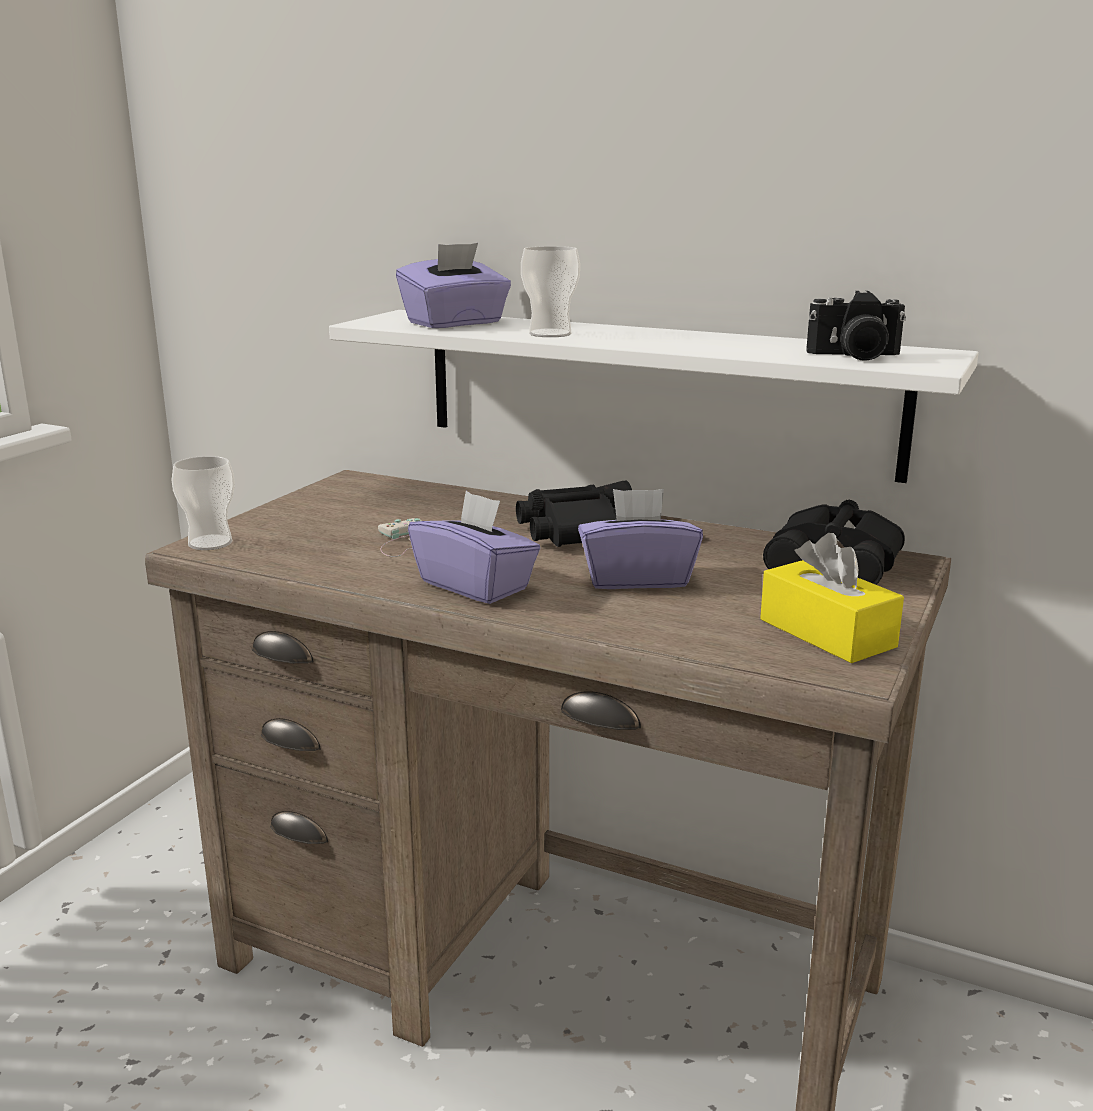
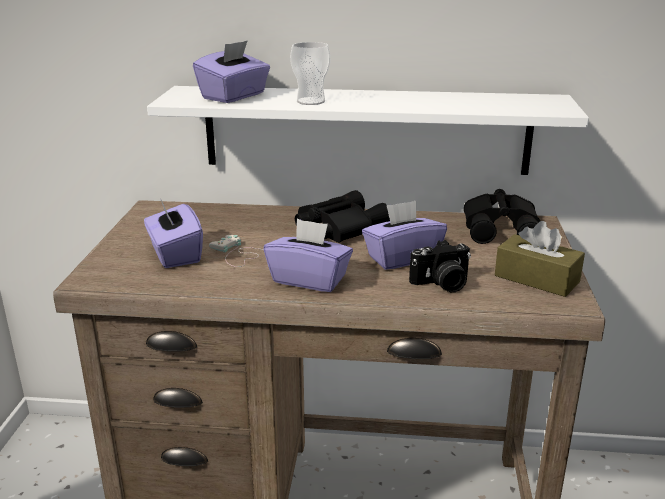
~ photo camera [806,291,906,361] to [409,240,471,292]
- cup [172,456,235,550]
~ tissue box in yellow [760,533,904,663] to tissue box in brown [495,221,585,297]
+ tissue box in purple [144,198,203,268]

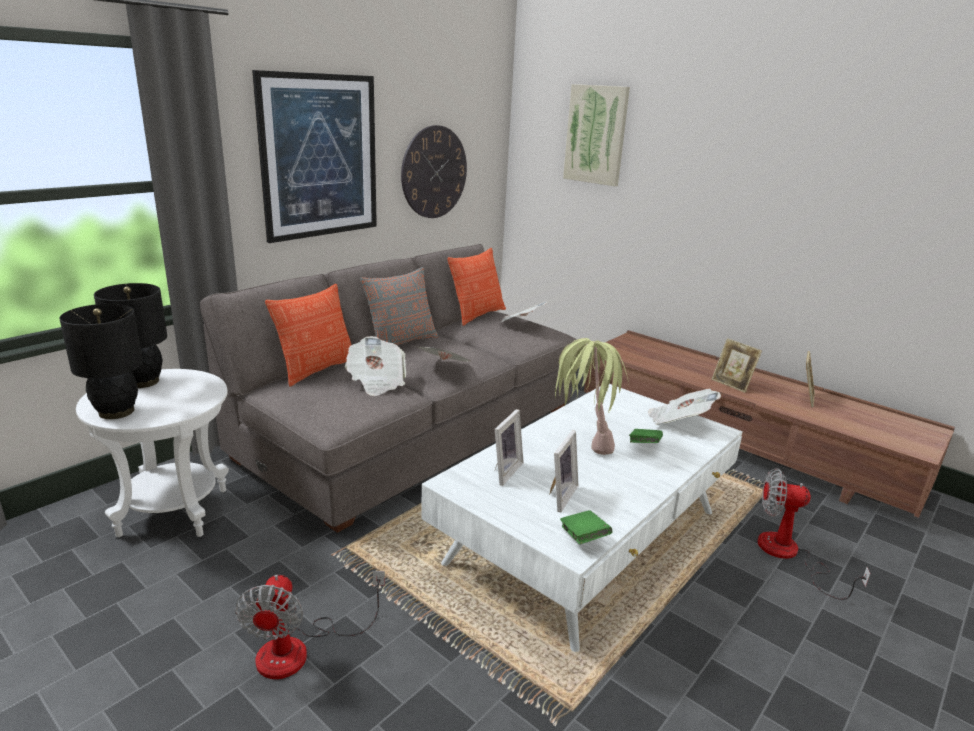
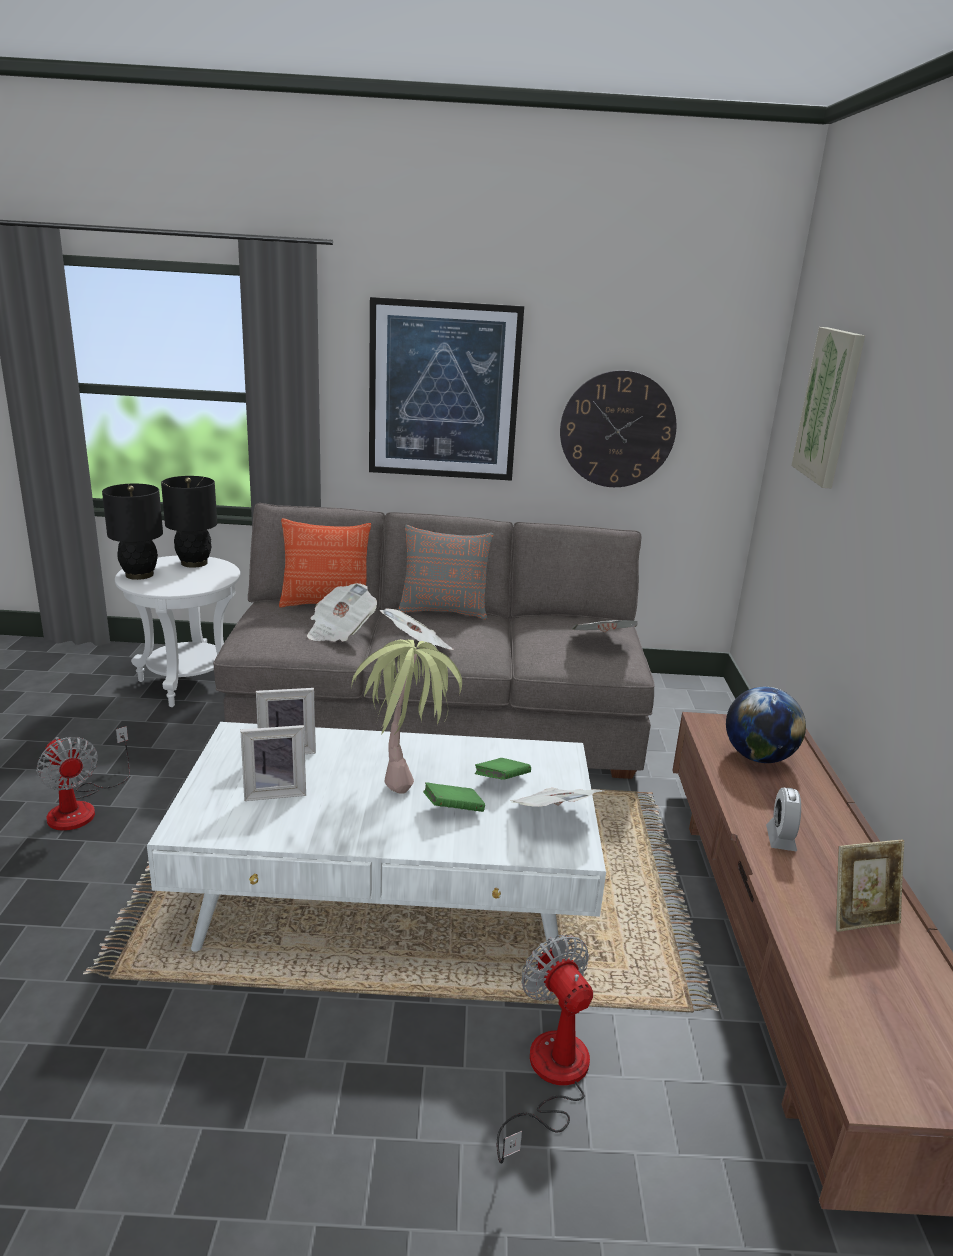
- pillow in orange [447,248,506,326]
~ picture frame [711,338,762,393] to alarm clock [766,787,801,851]
~ book in green [560,510,613,544] to [475,758,531,780]
~ fan [235,571,385,679] = [36,726,130,831] 90 degrees counterclockwise
+ globe [726,687,806,763]

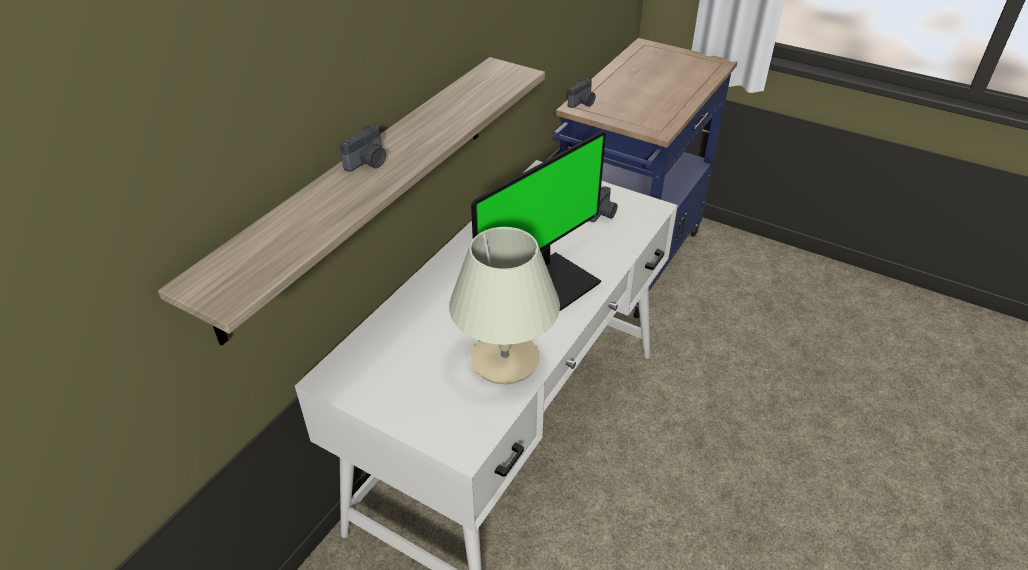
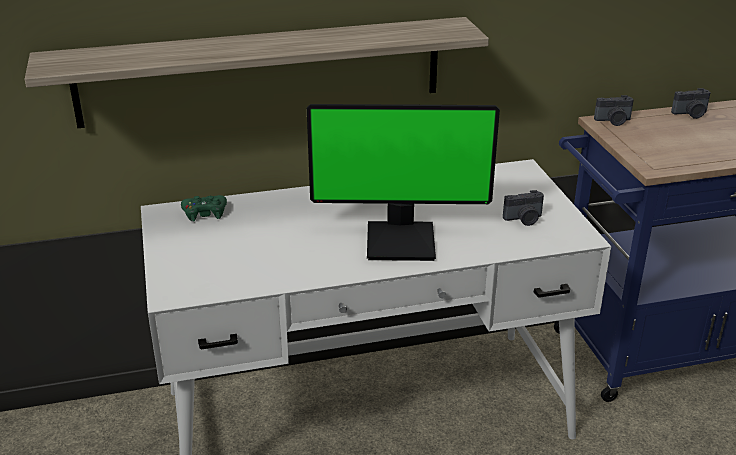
~ photo camera [340,124,386,172] to [671,88,711,119]
- table lamp in beige [449,227,560,384]
+ game controller in green [181,195,227,222]

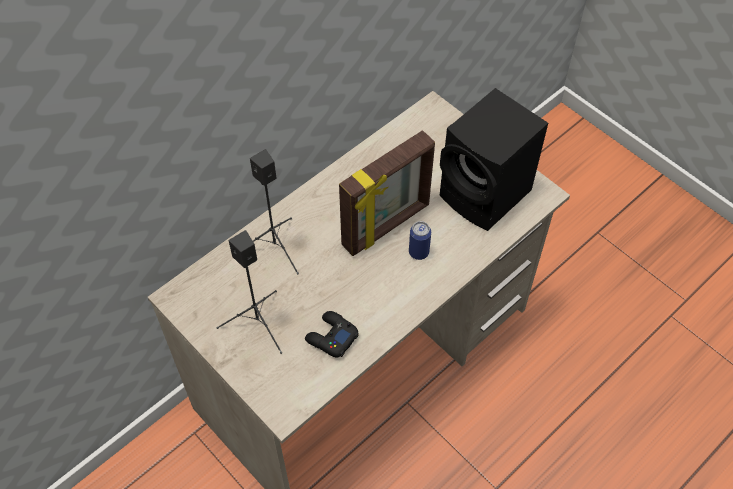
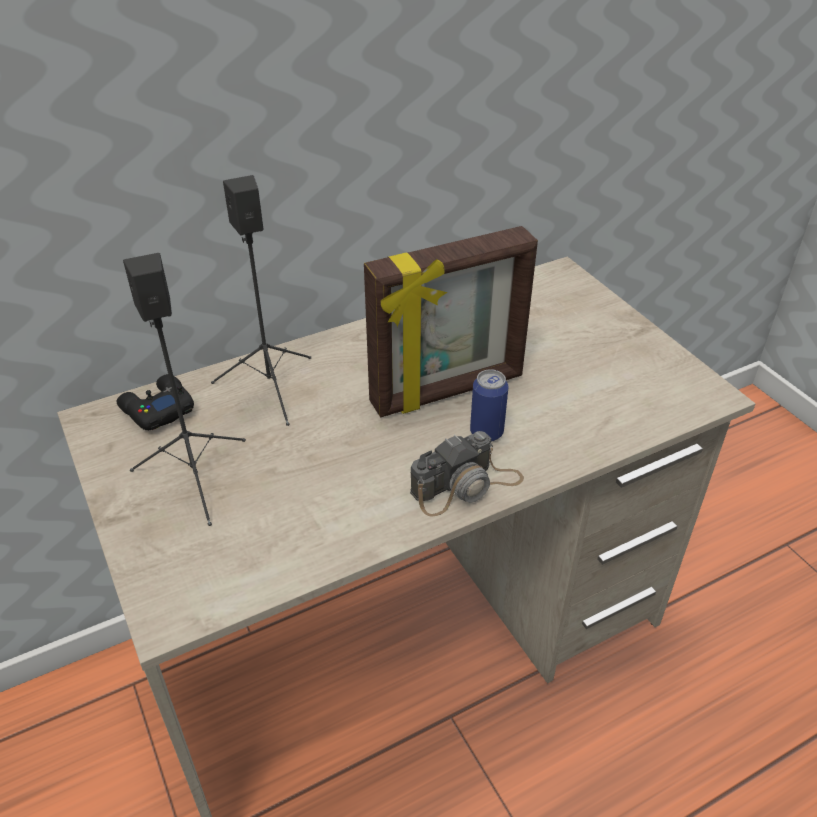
- speaker in black [440,88,548,231]
~ game controller in black [305,311,359,357] to [117,374,194,430]
+ photo camera [410,431,524,517]

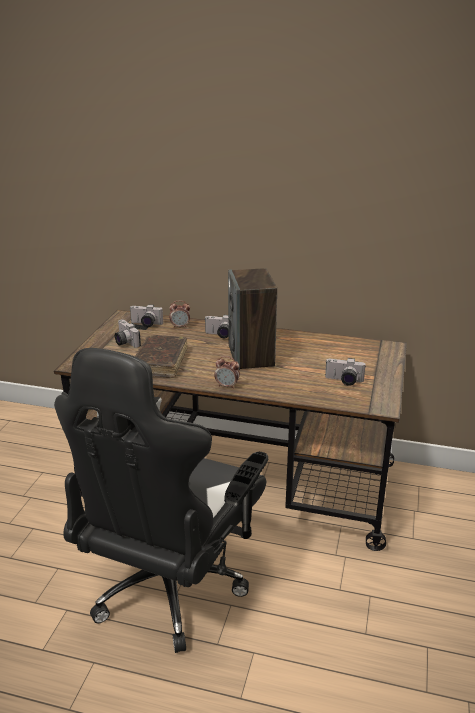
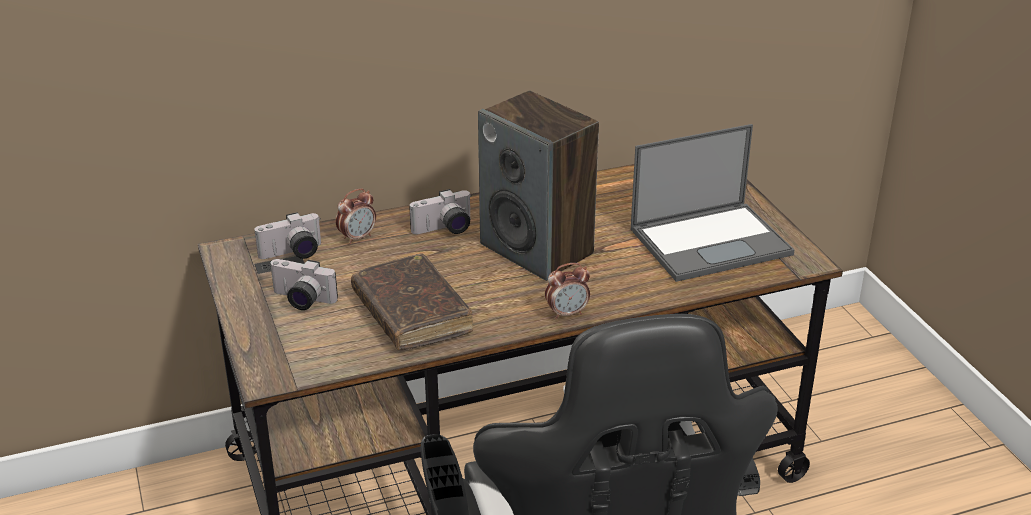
~ photo camera [325,358,366,386] to laptop [631,124,794,282]

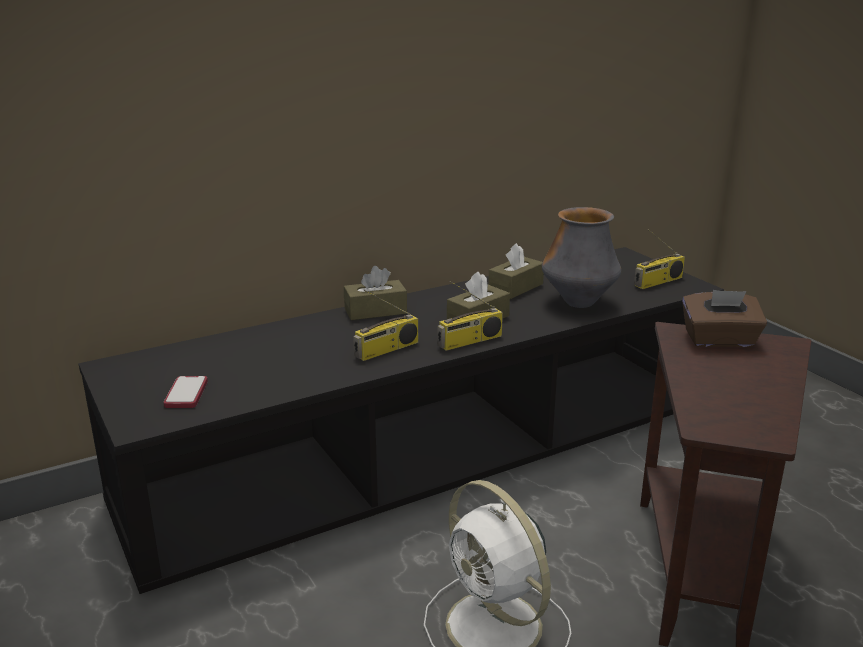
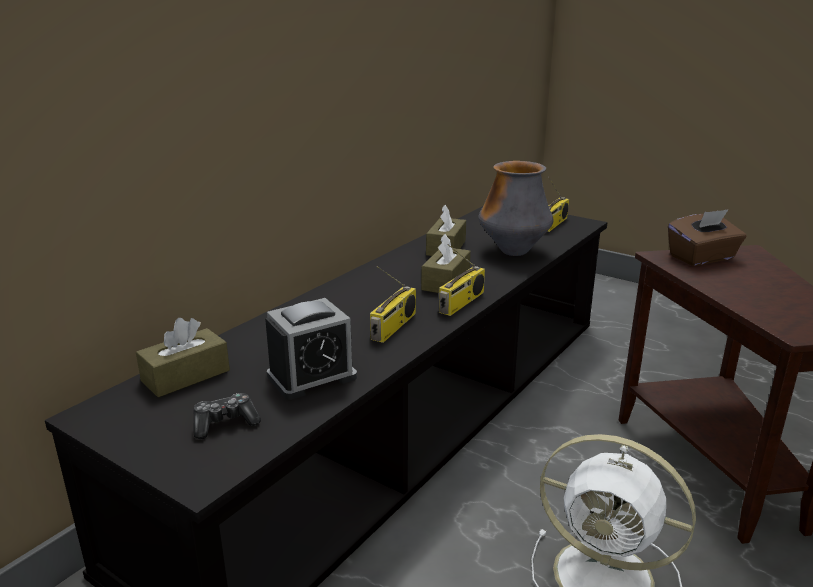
~ tissue box in brown [344,266,407,320] to [136,318,230,397]
~ phone [164,376,208,408] to game controller [193,393,261,439]
+ alarm clock [265,298,357,400]

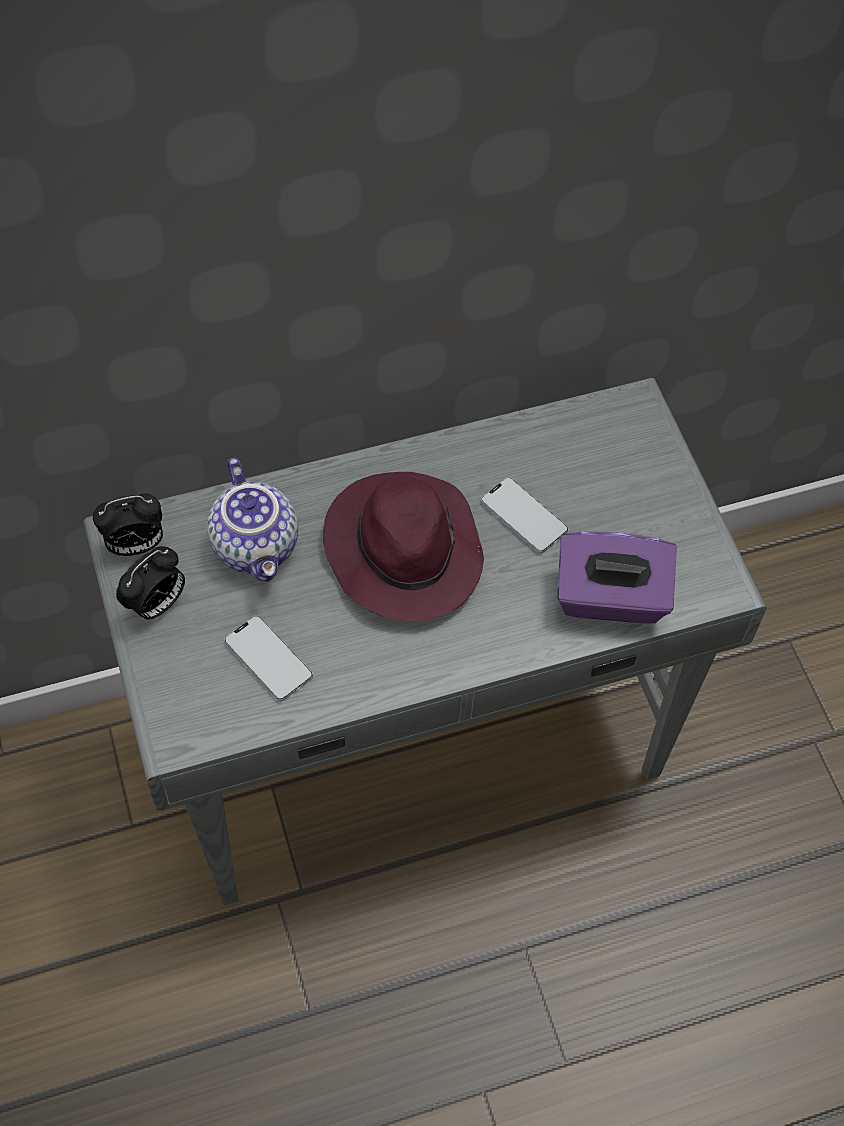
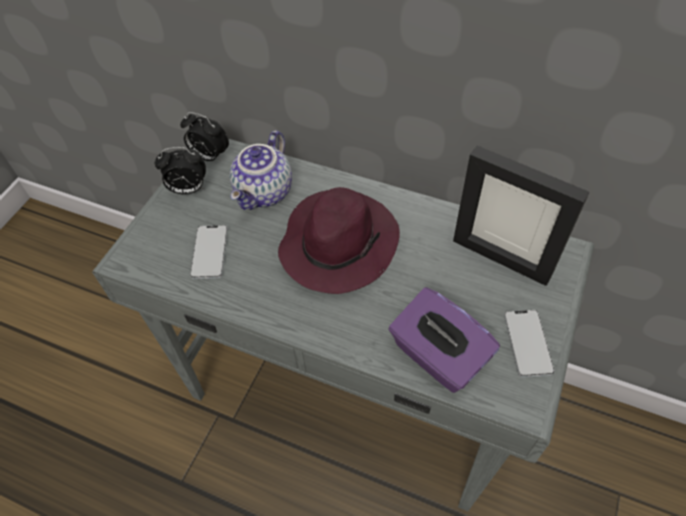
~ phone [481,477,568,554] to [504,310,555,377]
+ picture frame [453,146,590,286]

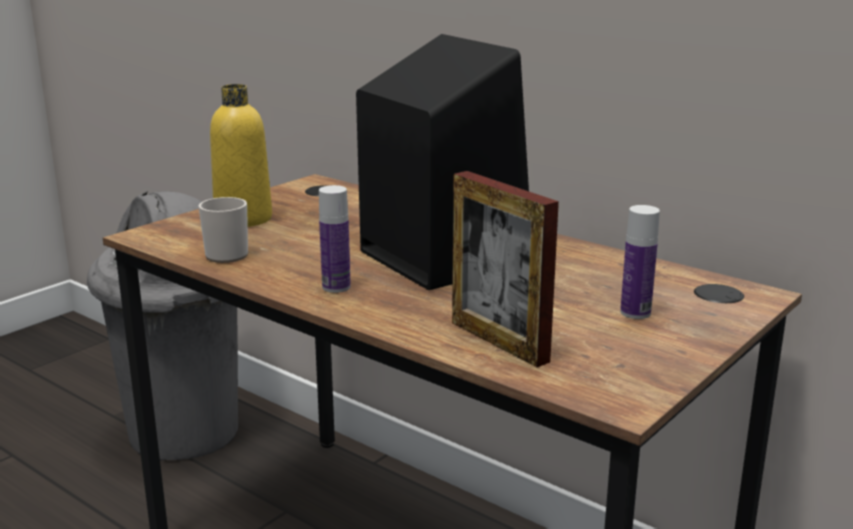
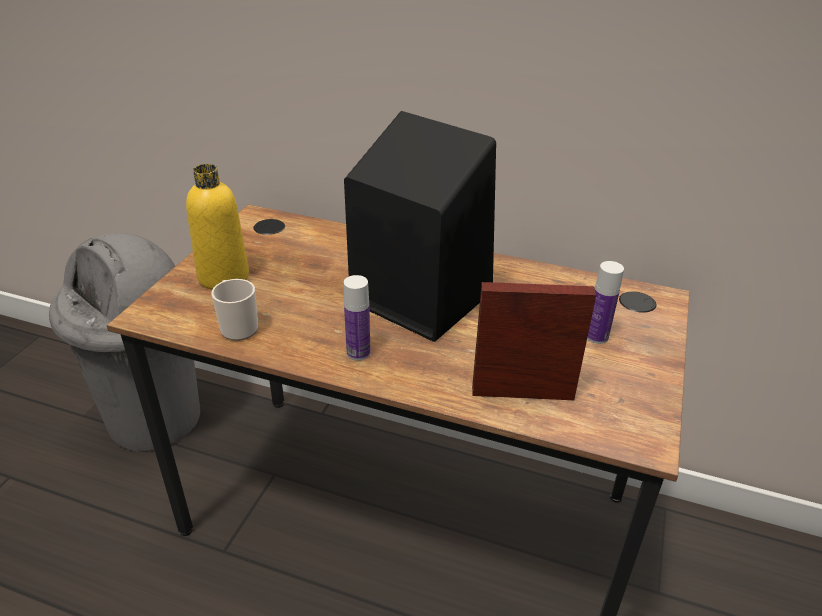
~ picture frame [452,171,559,367] = [472,282,596,400] 150 degrees clockwise

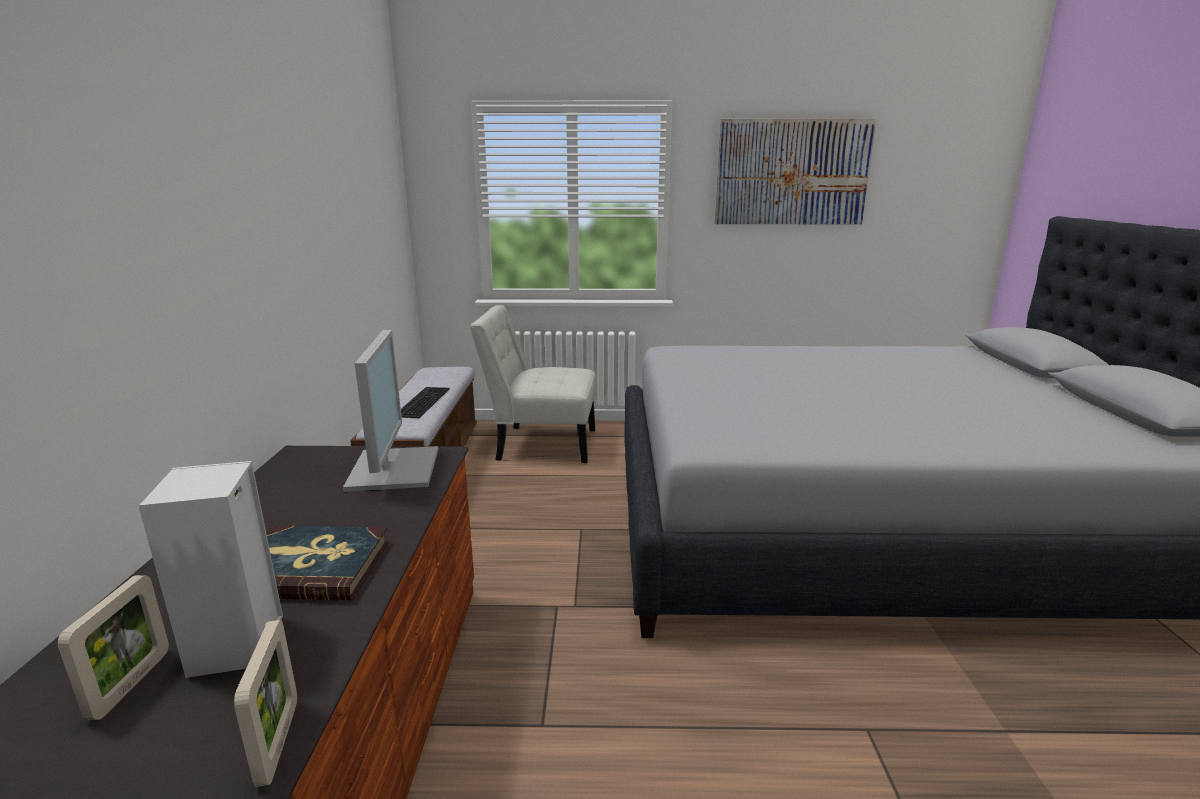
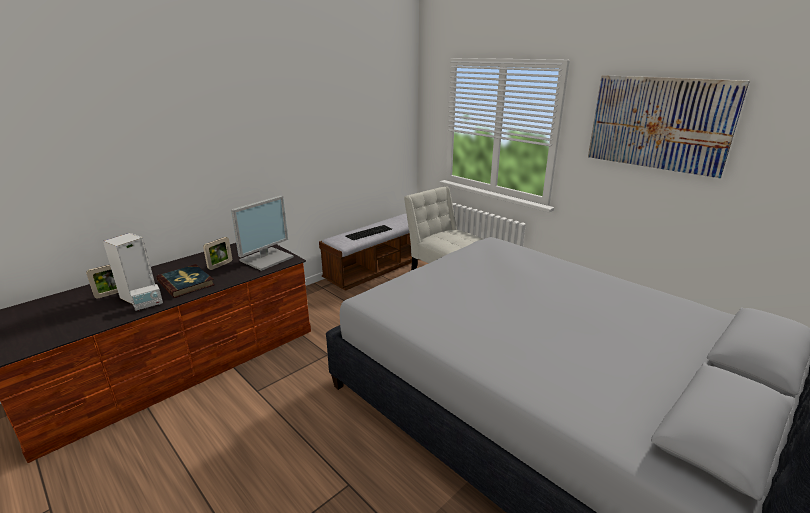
~ picture frame [234,620,297,787] to [203,237,232,270]
+ radio [129,274,163,311]

